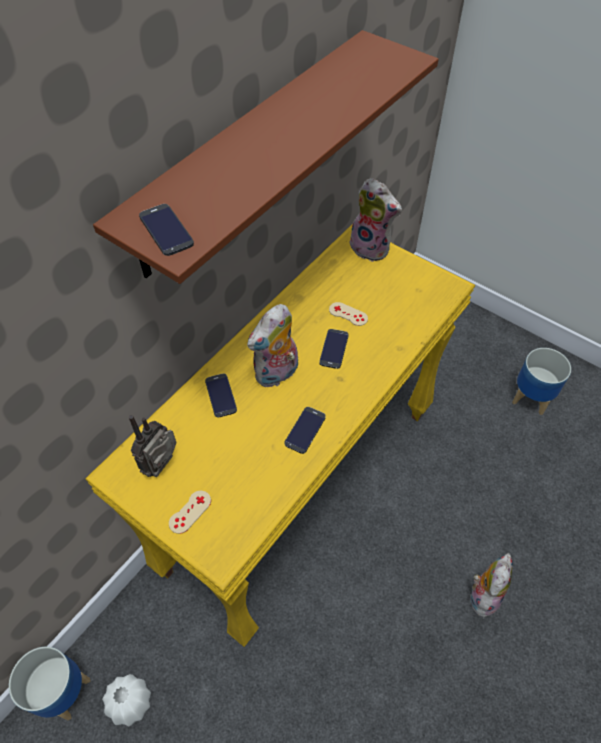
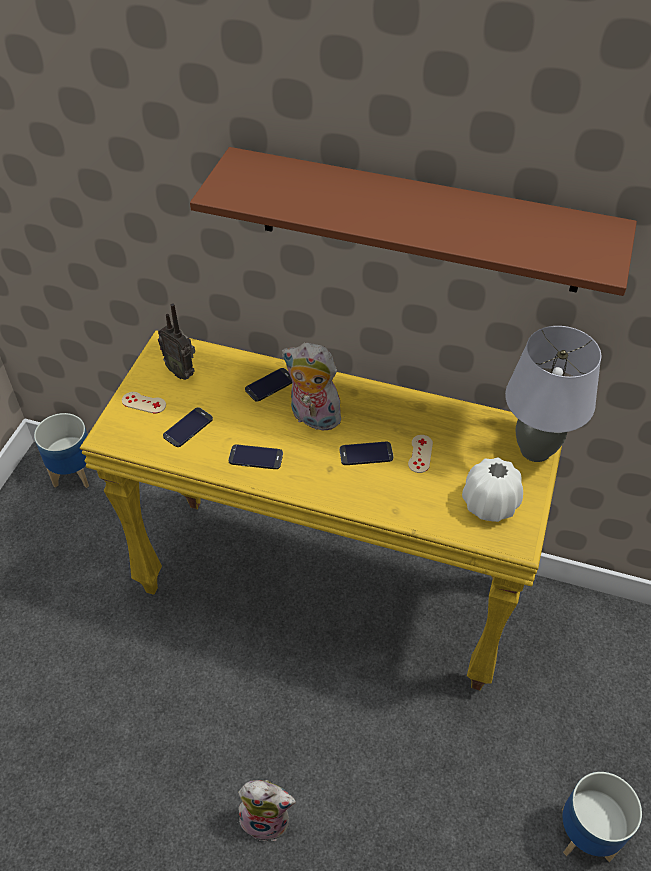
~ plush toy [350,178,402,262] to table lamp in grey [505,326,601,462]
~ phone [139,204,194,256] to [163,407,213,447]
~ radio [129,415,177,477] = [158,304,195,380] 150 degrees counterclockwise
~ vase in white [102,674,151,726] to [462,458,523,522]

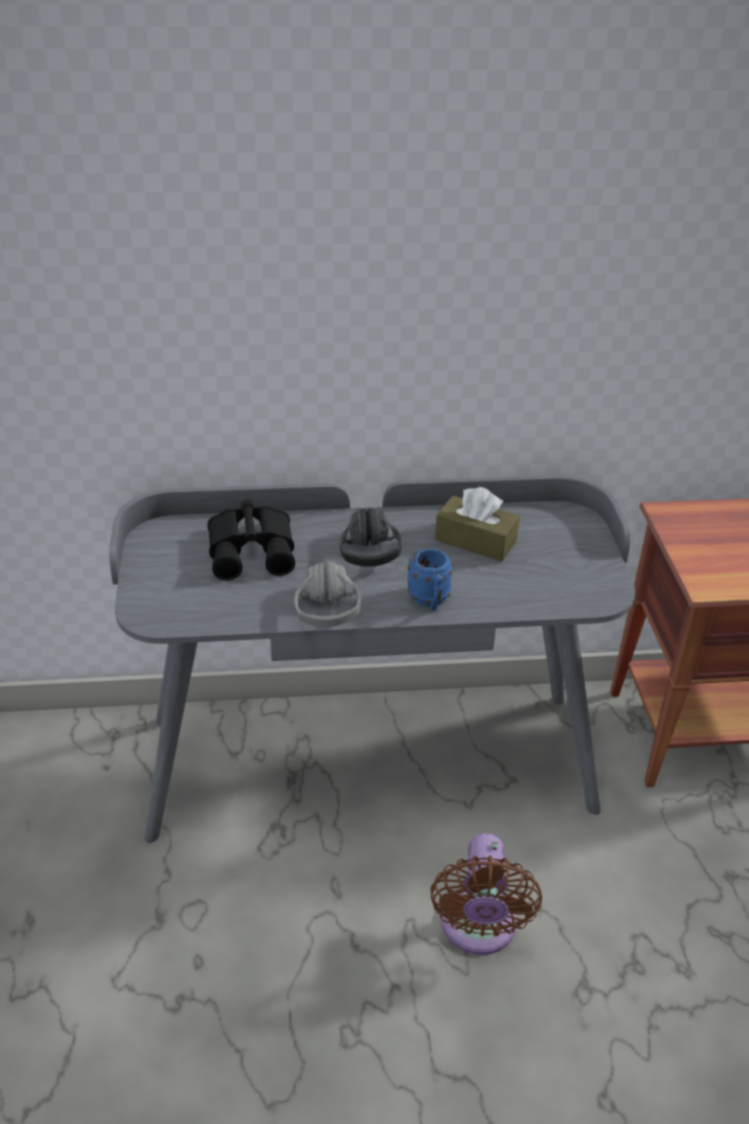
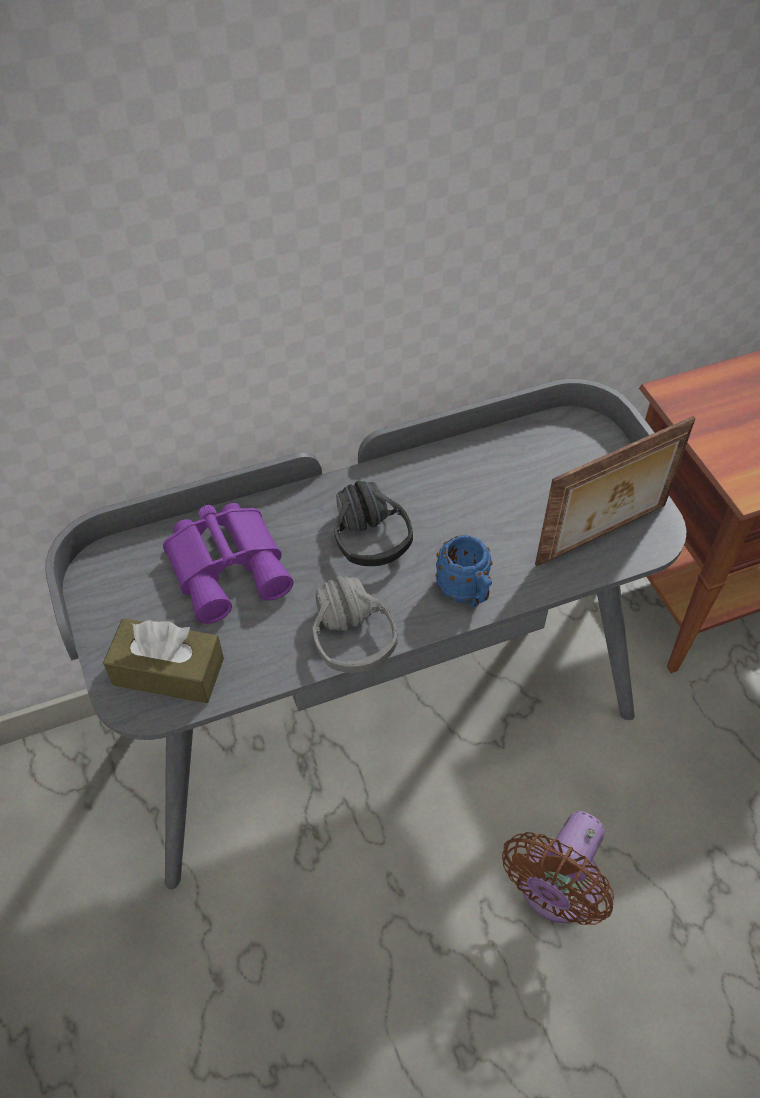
~ tissue box in brown [435,487,520,562] to [103,618,224,703]
~ binoculars in black [208,499,295,580] to binoculars in purple [163,503,293,624]
~ fan in brown [430,833,542,955] = [502,811,614,925] 45 degrees clockwise
+ picture frame [535,416,696,566]

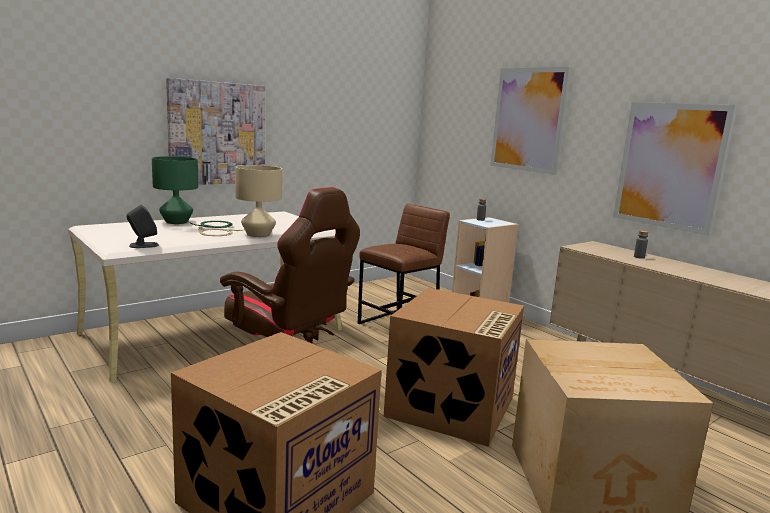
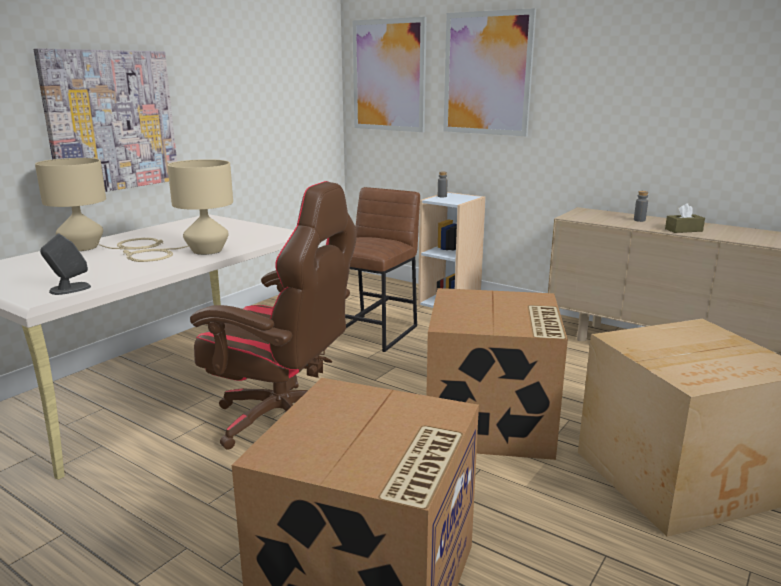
~ picture [613,102,737,236] to [352,17,427,132]
~ table lamp in green [152,156,233,228] to table lamp in beige [35,158,163,251]
+ tissue box in brown [665,203,705,233]

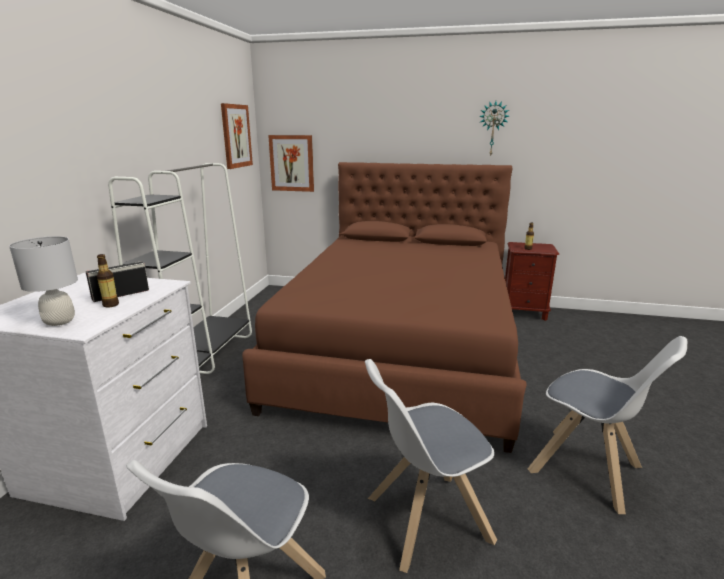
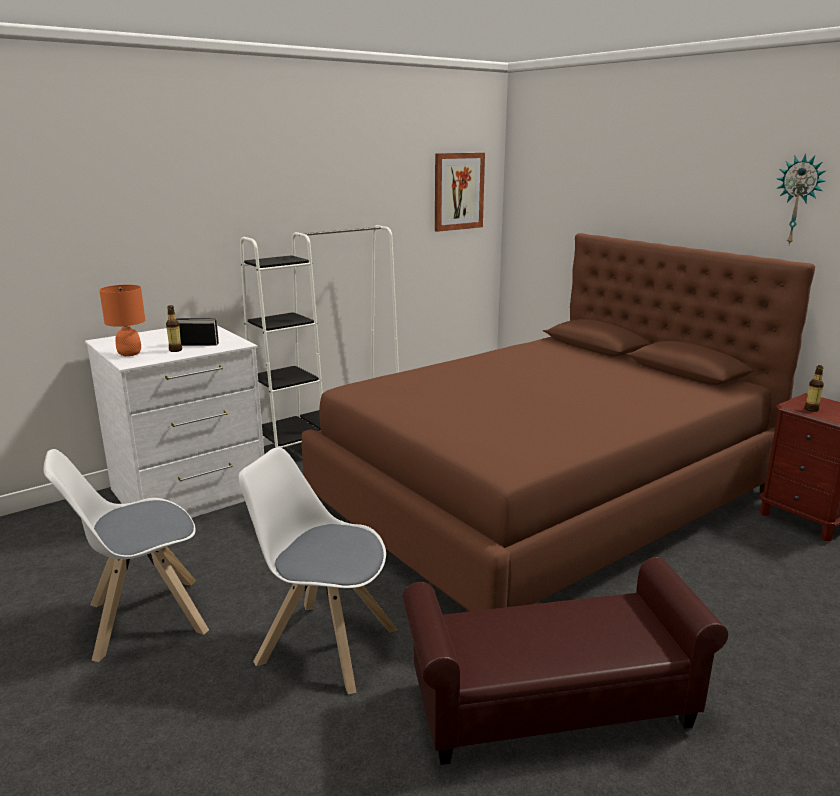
- picture [268,135,314,192]
~ table lamp in grey [9,236,78,326] to table lamp in orange [99,285,145,356]
~ chair [528,336,687,514] to ottoman in brown [403,557,728,765]

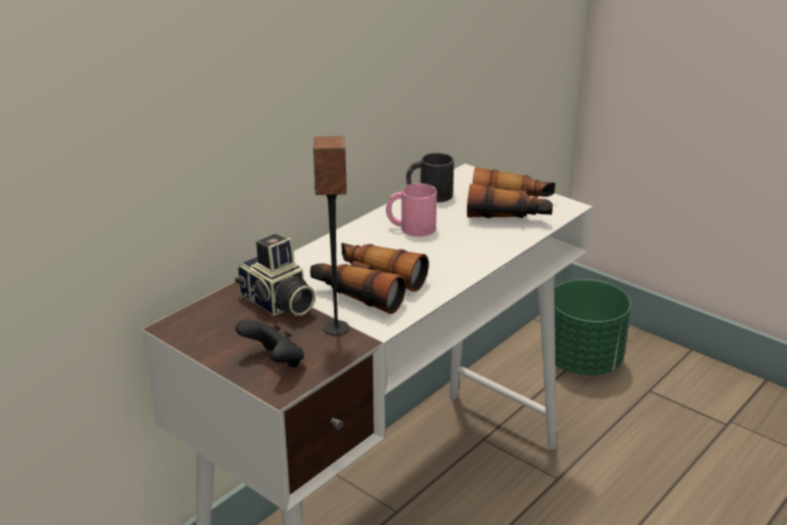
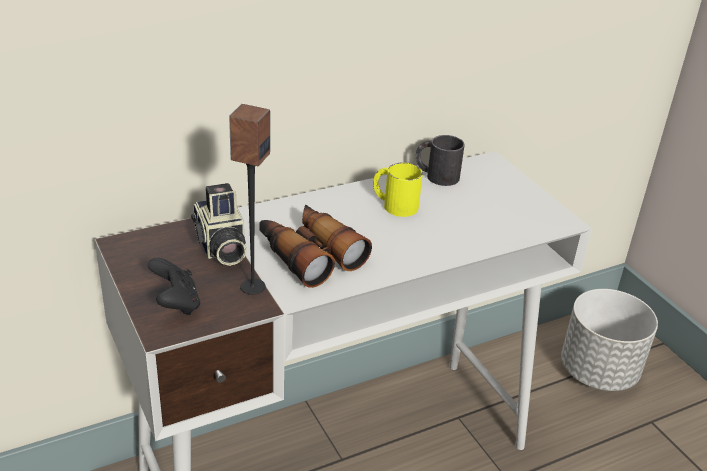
- binoculars [467,167,555,218]
~ mug in pink [386,183,437,237] to mug in yellow [373,162,423,217]
~ planter in green [554,279,631,375] to planter in grey [561,289,658,391]

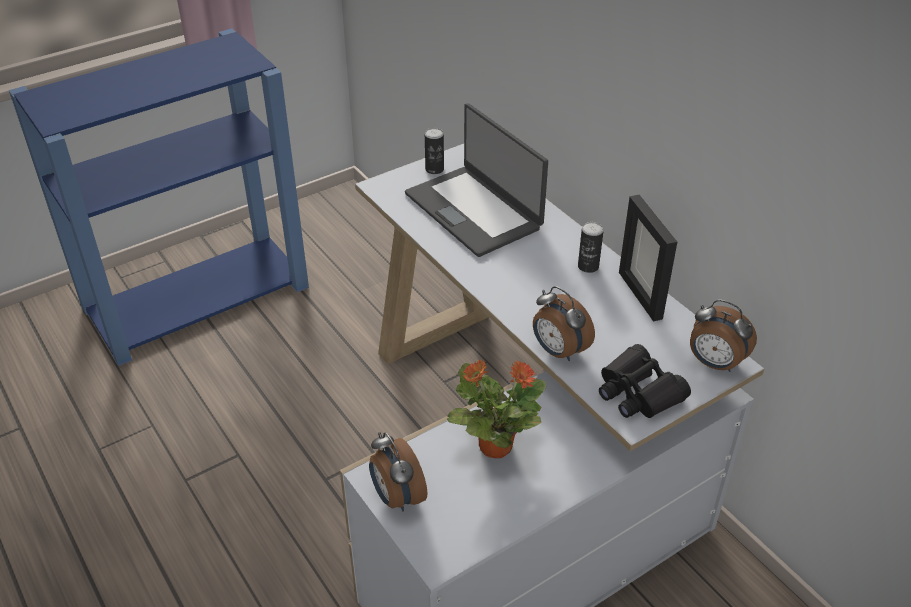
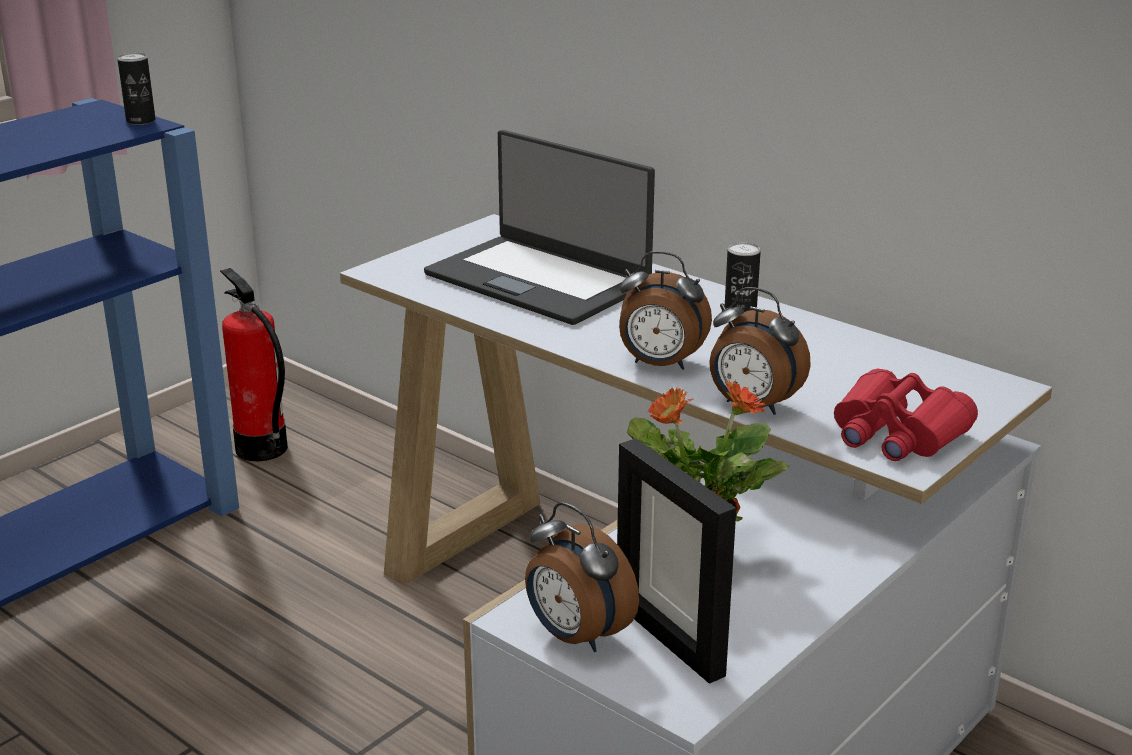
~ can [425,128,444,174] to [118,53,156,125]
~ picture frame [619,195,677,321] to [617,438,736,684]
~ alarm clock [690,300,757,372] to [619,251,712,370]
~ binoculars in black [599,344,691,418] to binoculars in red [834,369,978,461]
+ fire extinguisher [220,268,288,461]

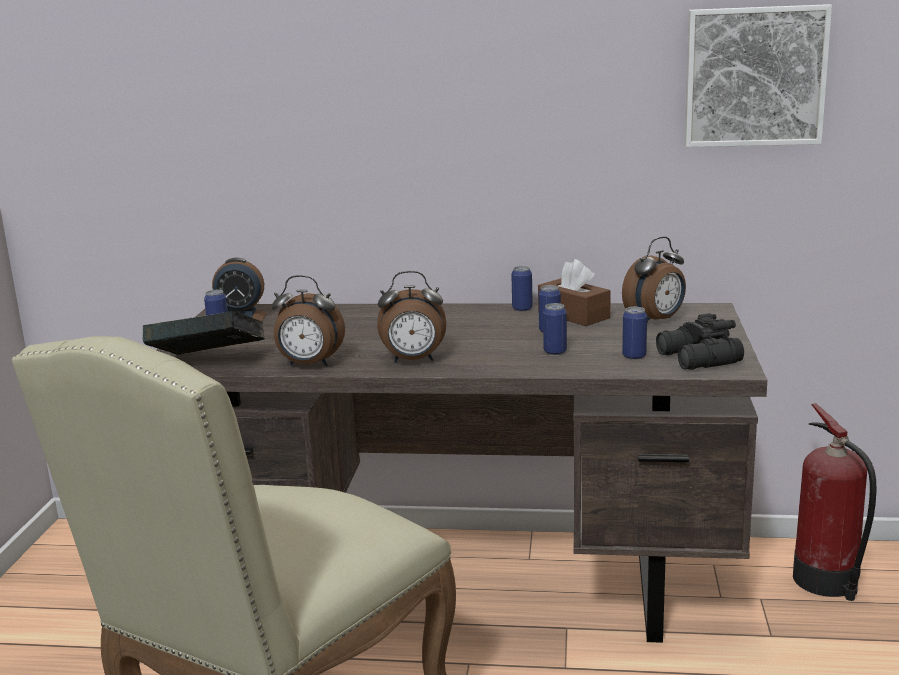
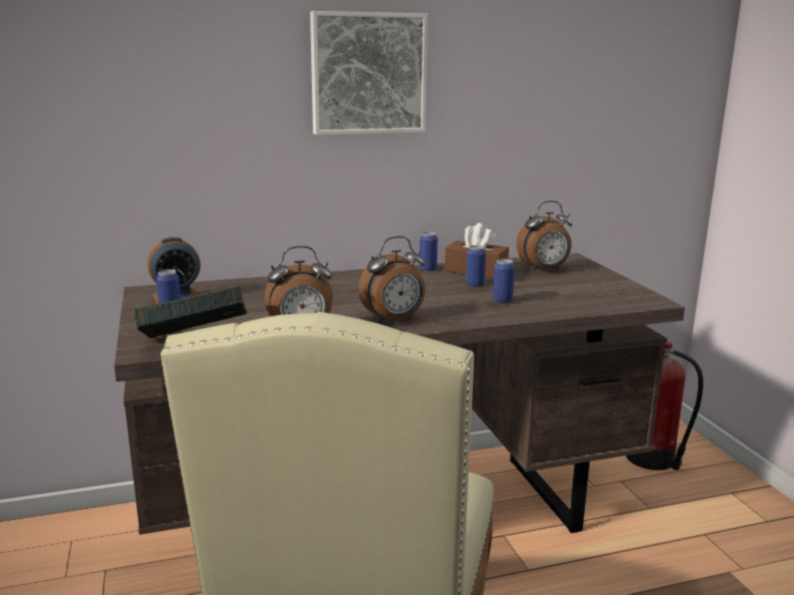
~ picture [685,4,832,147] to [310,11,428,135]
~ alarm clock [622,237,686,323] = [516,201,572,272] 45 degrees clockwise
- can [622,307,647,360]
- binoculars in black [656,313,744,370]

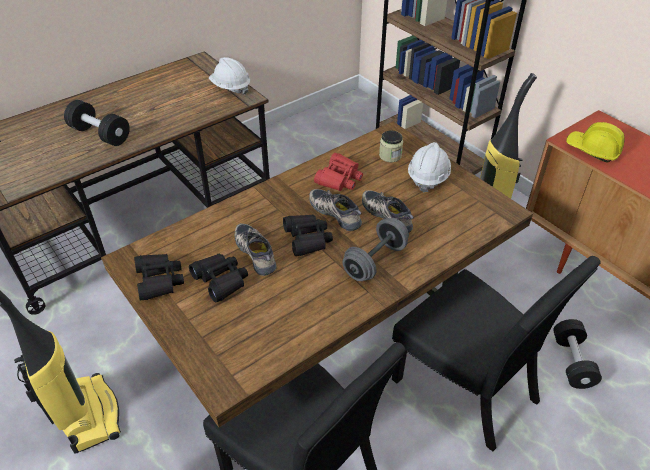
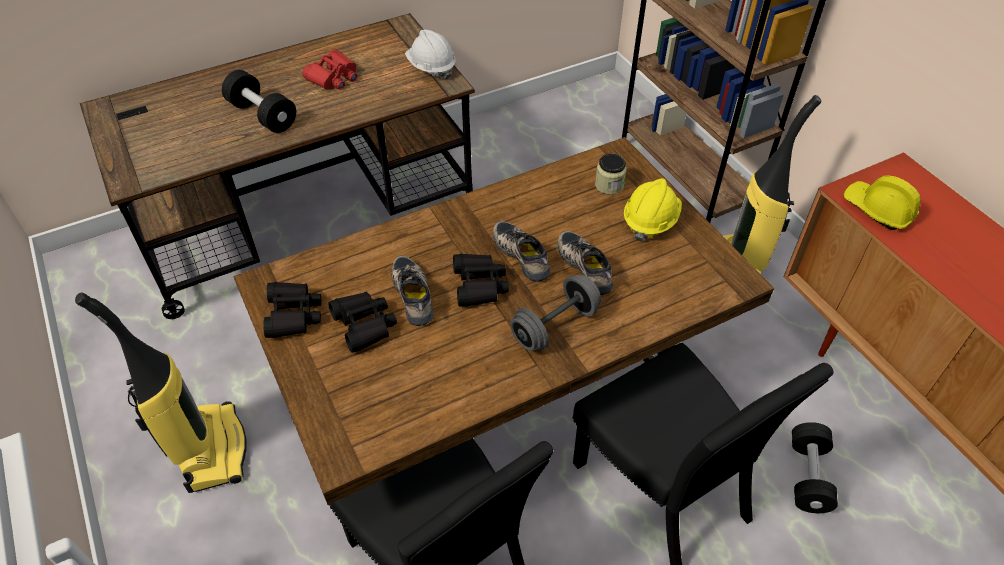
~ hard hat in white [408,142,451,192] to hard hat in yellow [624,178,682,242]
~ binoculars in red [314,153,363,191] to [302,50,357,90]

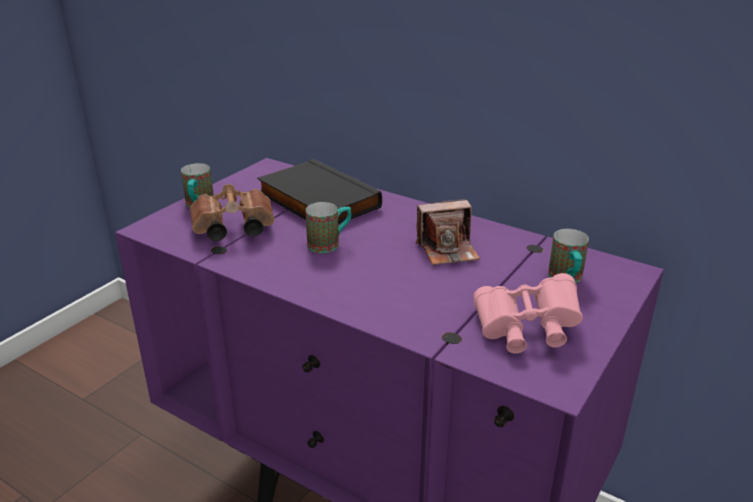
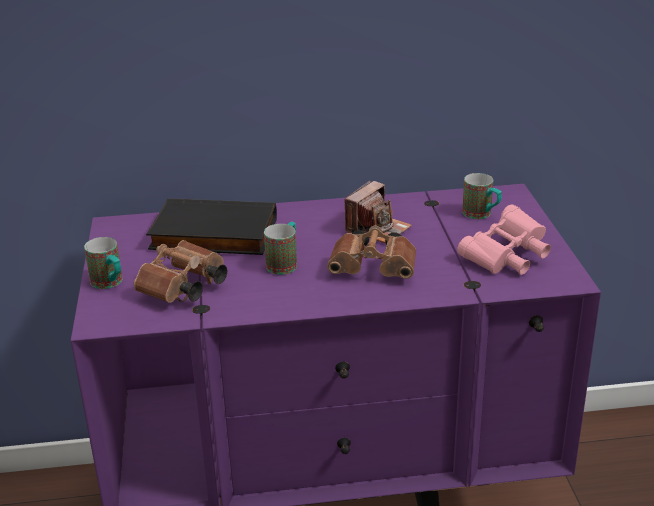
+ binoculars in brown [327,225,416,279]

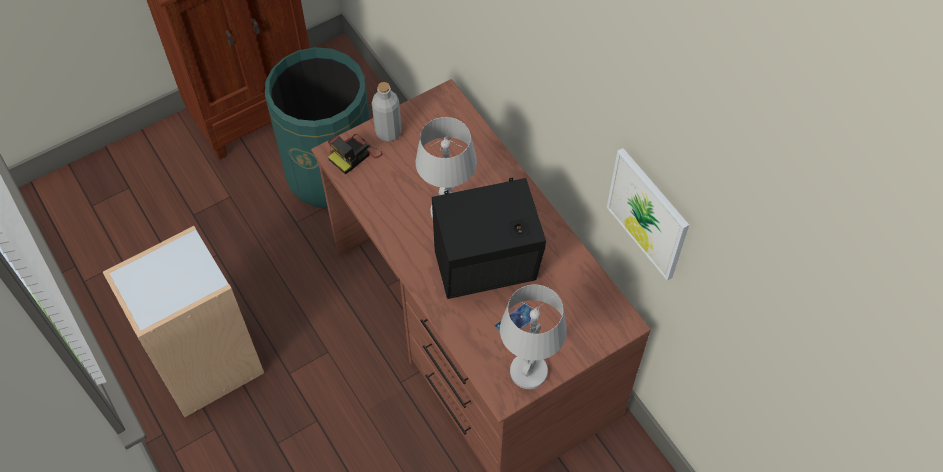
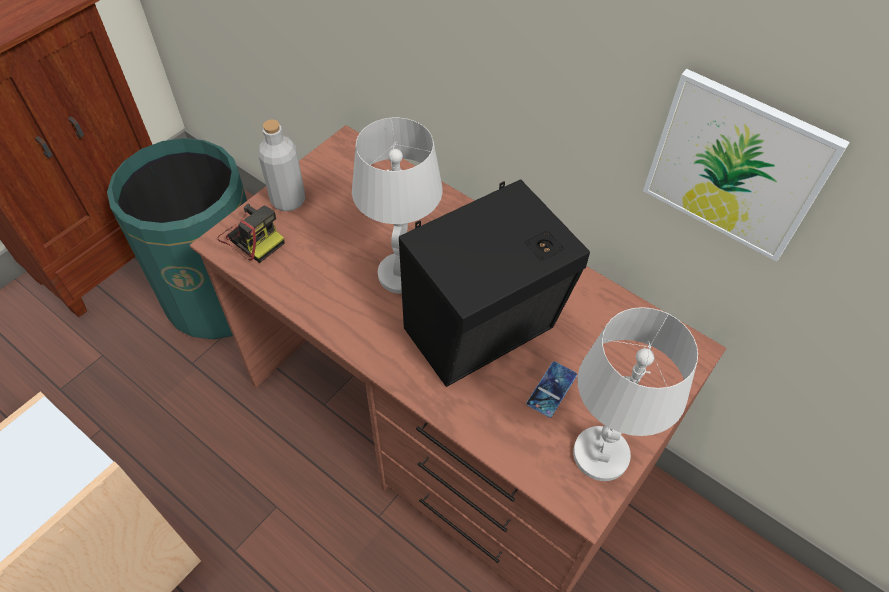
~ photo camera [328,134,383,174] = [218,203,285,263] 75 degrees counterclockwise

